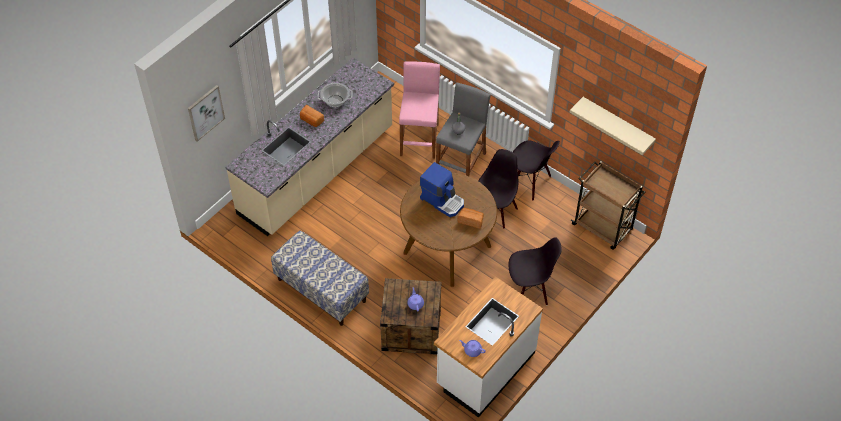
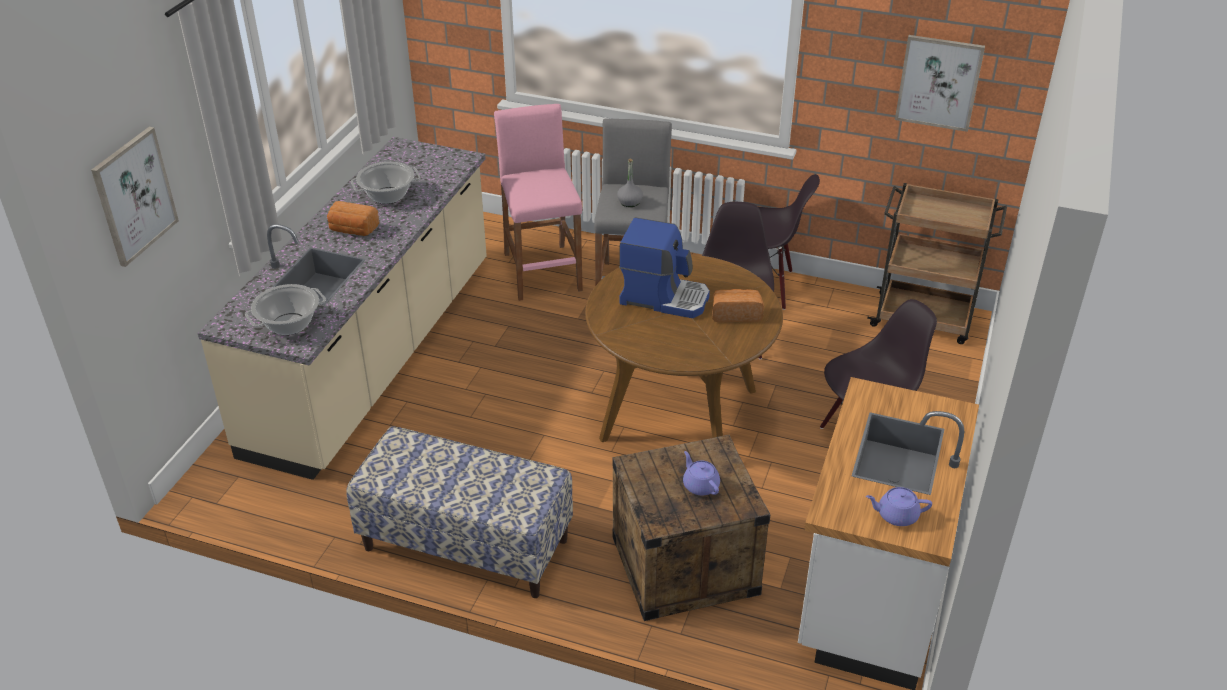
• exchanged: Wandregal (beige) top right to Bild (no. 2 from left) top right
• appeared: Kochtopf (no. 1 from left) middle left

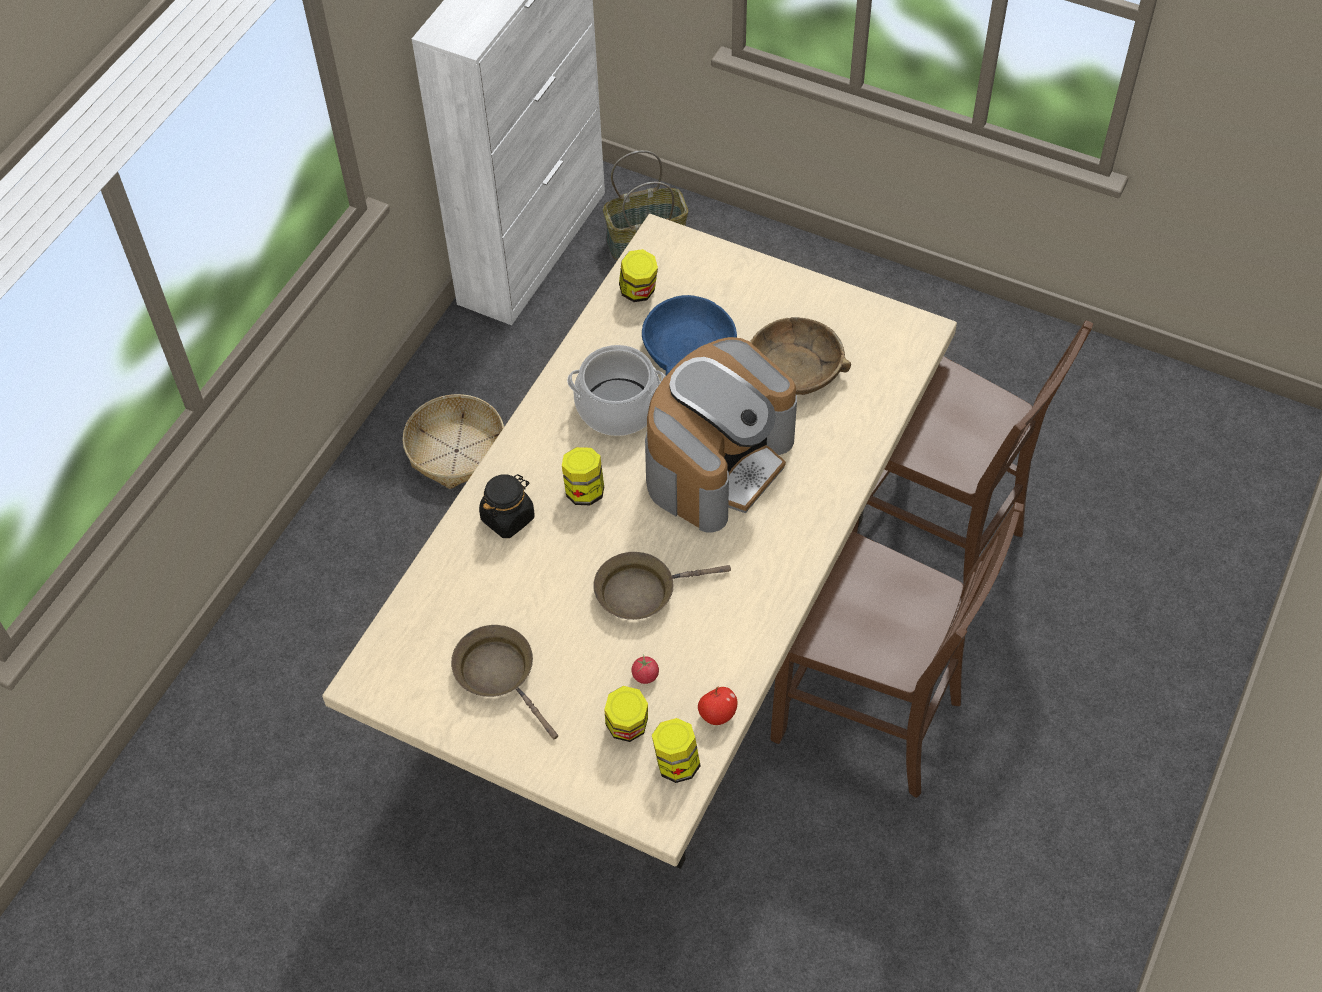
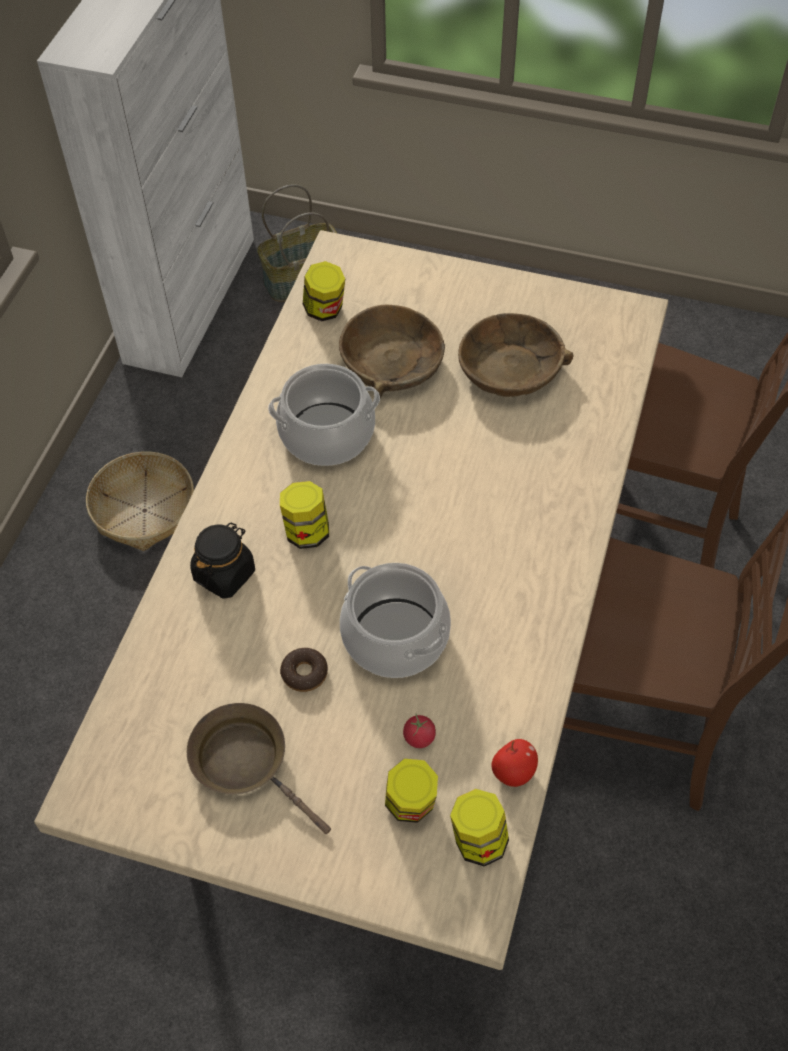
• colour: Schüssel (blau) centre to Schüssel (braun) (no. 1 from left) centre
• missing: Kaffeemaschine centre
• exchanged: Pfanne (braun) (no. 2 from left) centre to Kochtopf (no. 2 from left) centre
• appeared: Donut centre

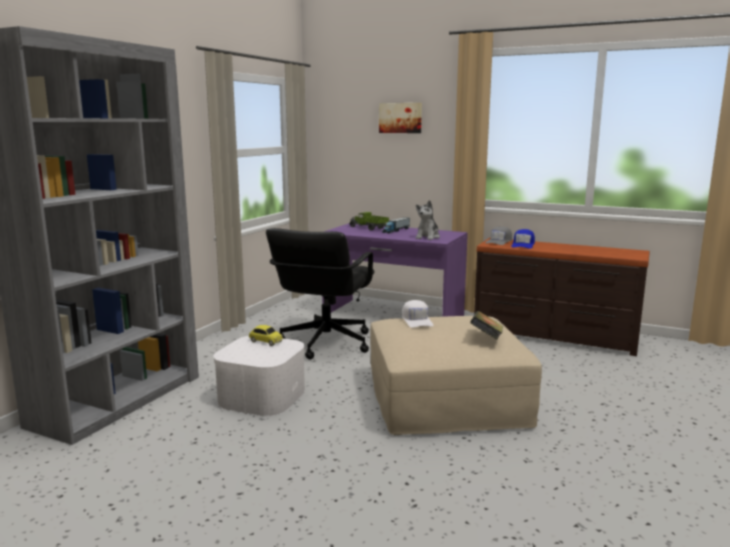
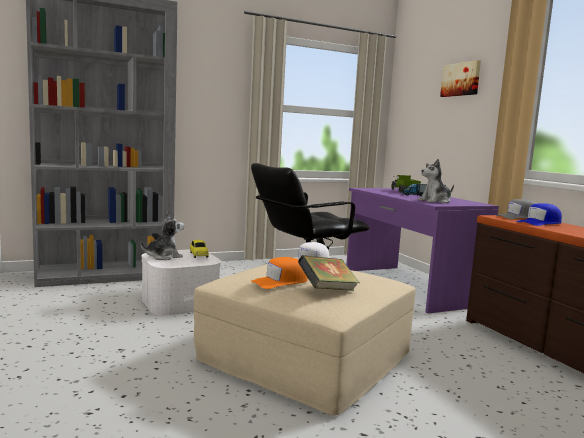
• appeared: Plüschtier (no. 1 from left) middle left
• appeared: Kappe (orange) centre

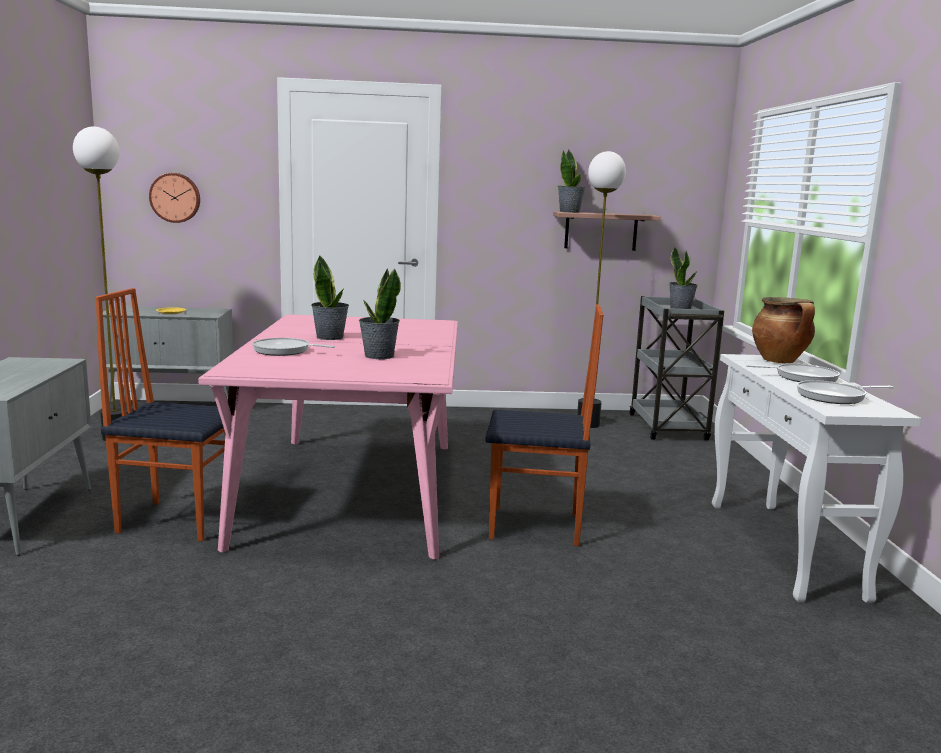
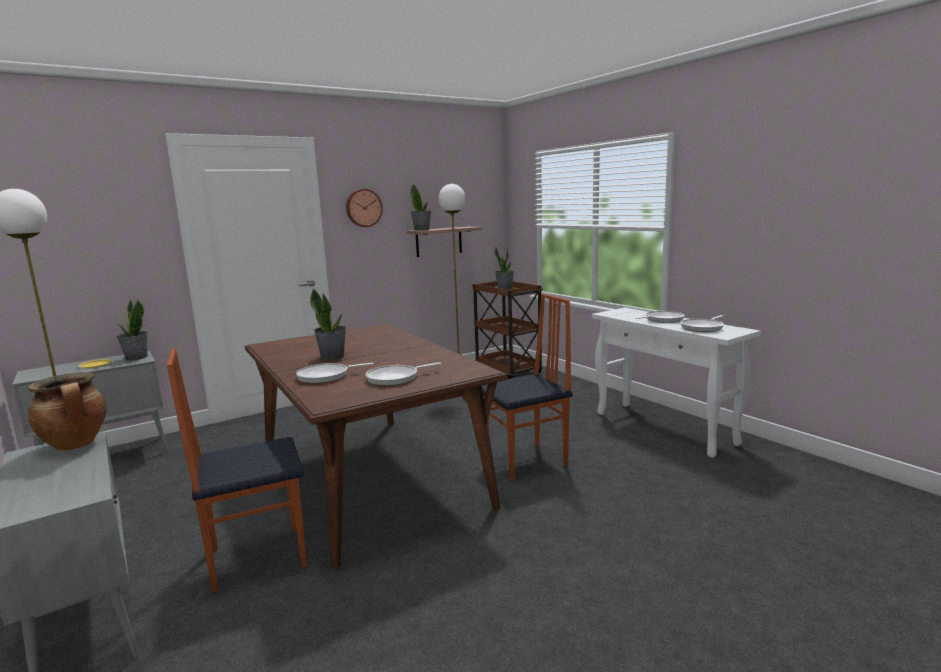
• relocated: Wanduhr top left to top centre
• relocated: Topfpflanze (no. 2 from left in the first image) centre to Topfpflanze (no. 1 from left) middle left
• colour: Rollwagen (grau) middle right to Rollwagen (braun) centre
• relocated: Kochtopf middle right to middle left
• colour: Esstisch (rosa) centre to Esstisch (braun) centre
• appeared: Pfanne (no. 2 from left) centre

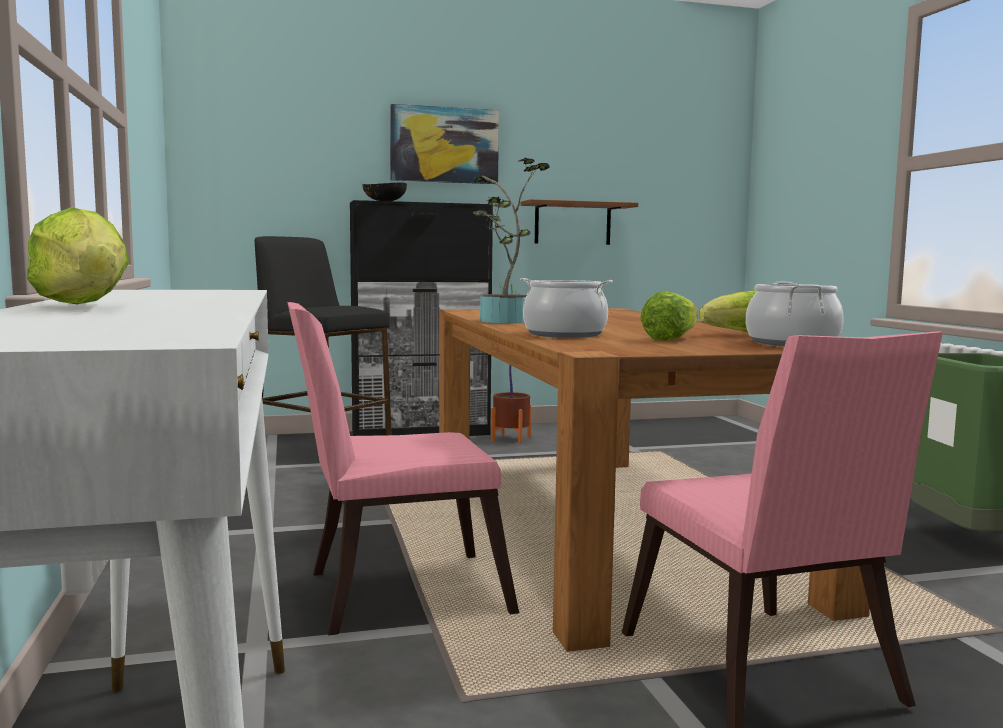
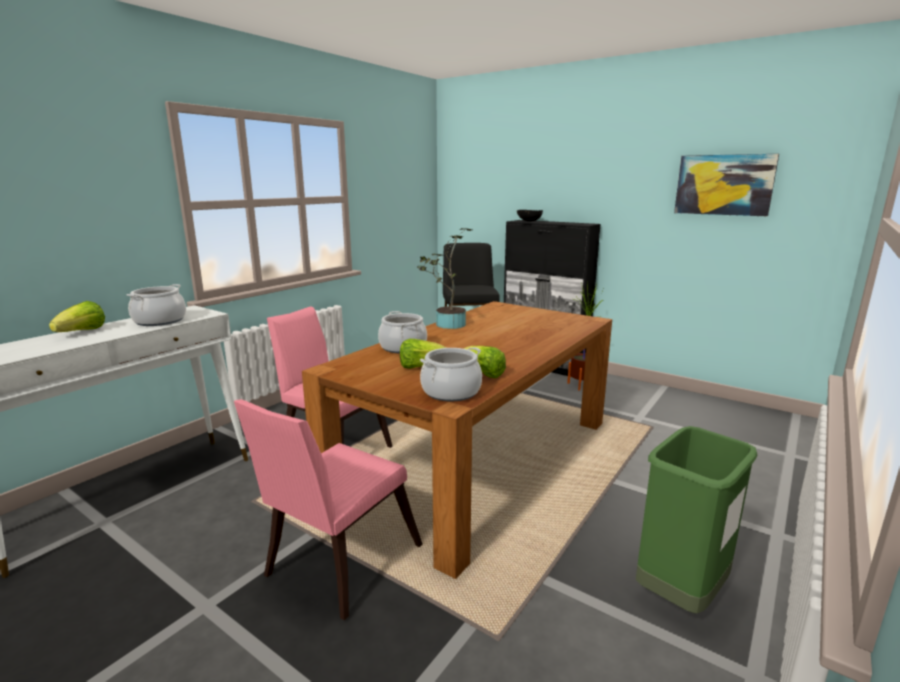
• relocated: Bild top centre to top right
• missing: Wandregal (braun) top centre
• appeared: Kochtopf (no. 1 from left) middle left

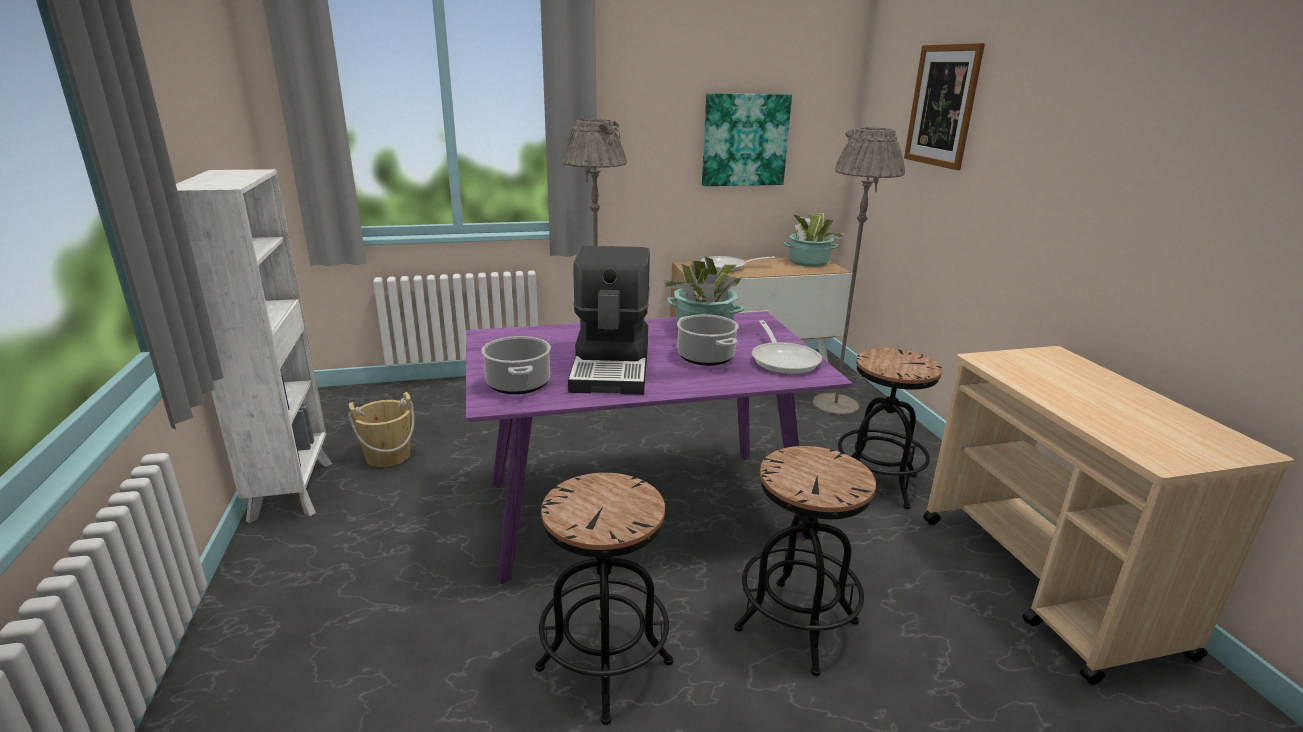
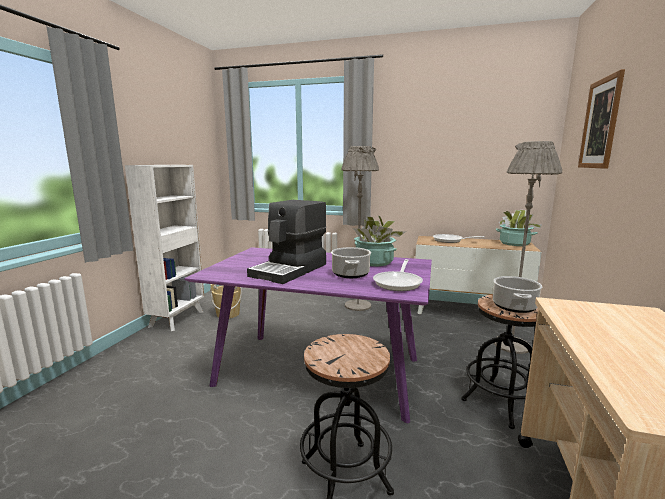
• missing: Bild (no. 1 from left) top centre
• relocated: Kochtopf (no. 1 from left in the first image) centre to Kochtopf (no. 2 from left) middle right
• missing: Hocker (schwarz) (no. 1 from left) bottom centre

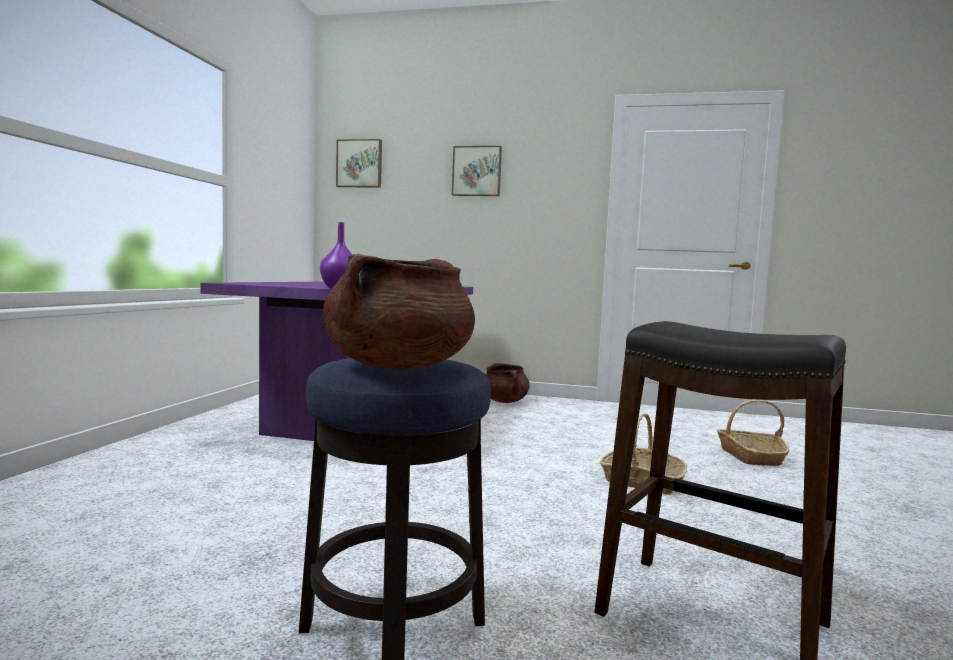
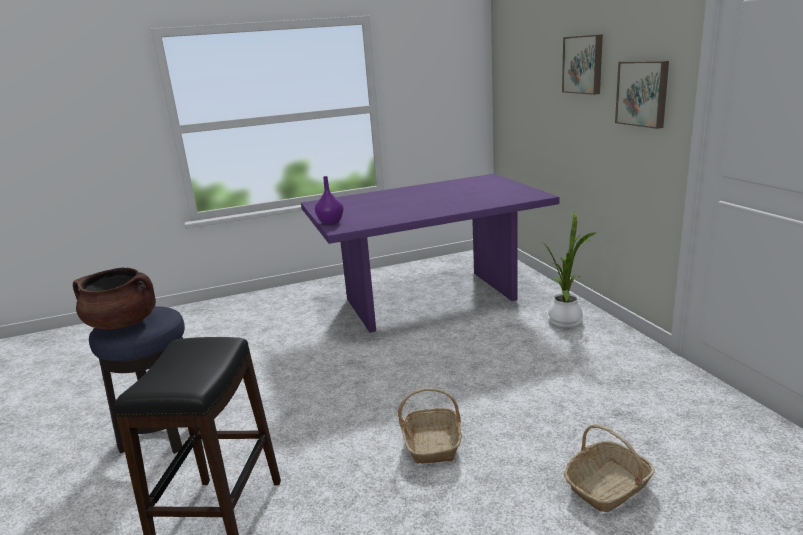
• relocated: Bild (no. 1 from left in the first image) top centre to Bild (no. 2 from left) top right
• exchanged: Kochtopf (braun) (no. 2 from left) centre to Topfpflanze middle right

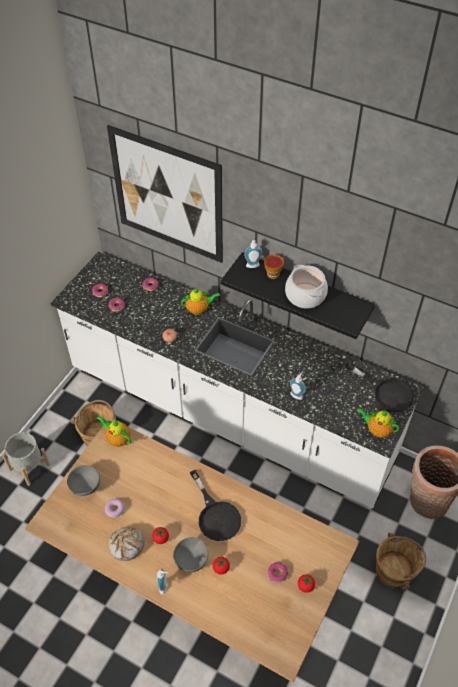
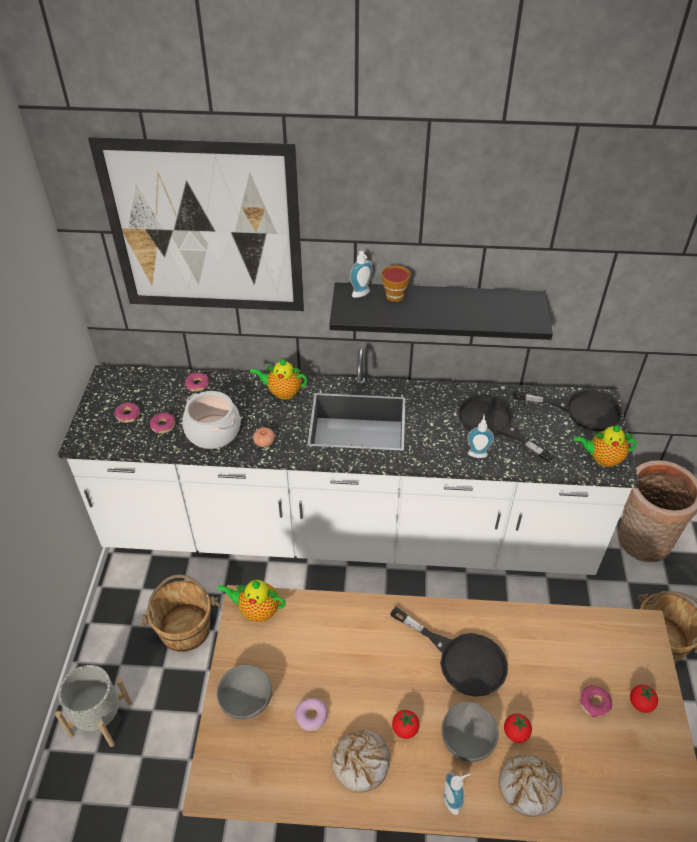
• relocated: Kochtopf middle right to middle left
• spun: Teekanne (no. 2 from left) centre = centre 135 degrees counterclockwise
• appeared: Pfanne (schwarz) (no. 2 from left) middle right
• appeared: Brot (no. 2 from left) bottom right

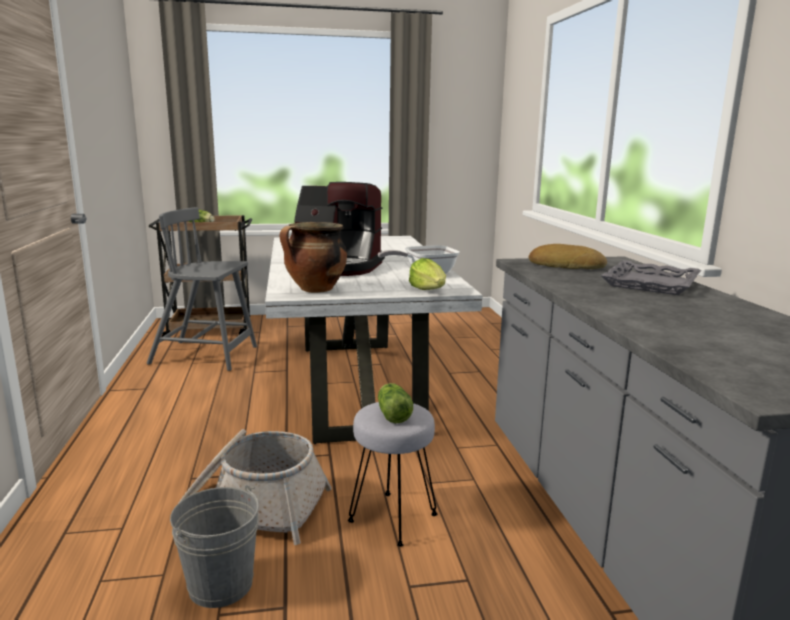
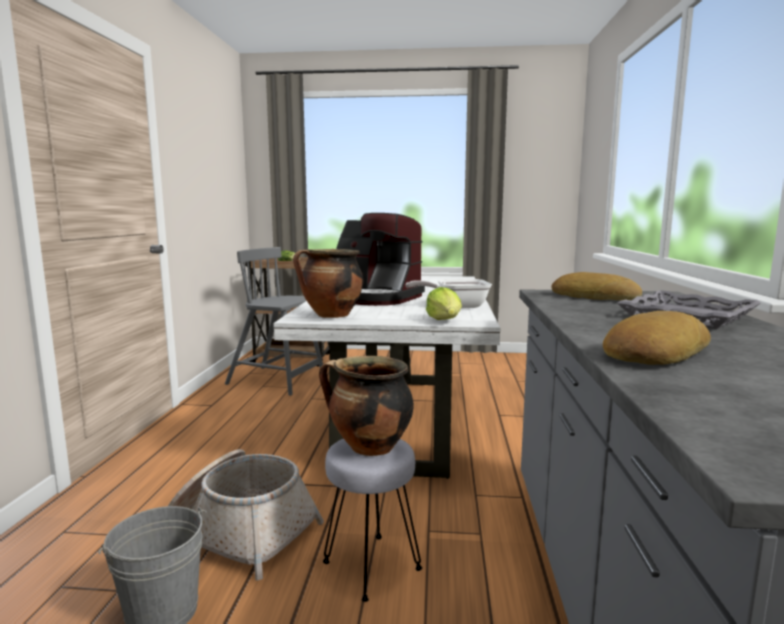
• exchanged: Salatkopf (no. 2 from left) centre to Kochtopf (no. 2 from left) centre
• appeared: Brot (no. 2 from left) middle right

